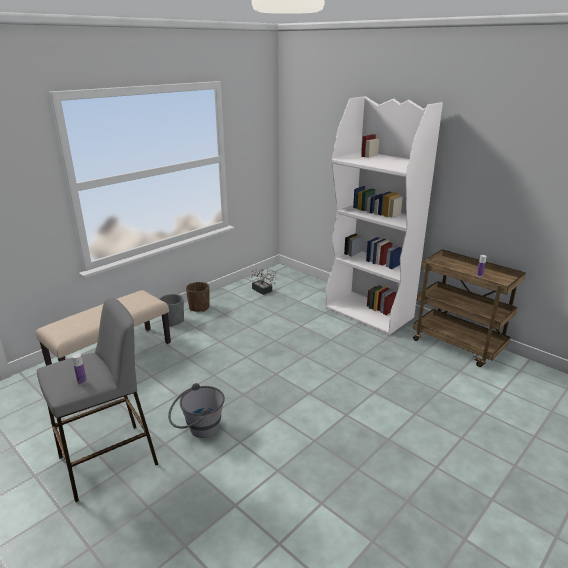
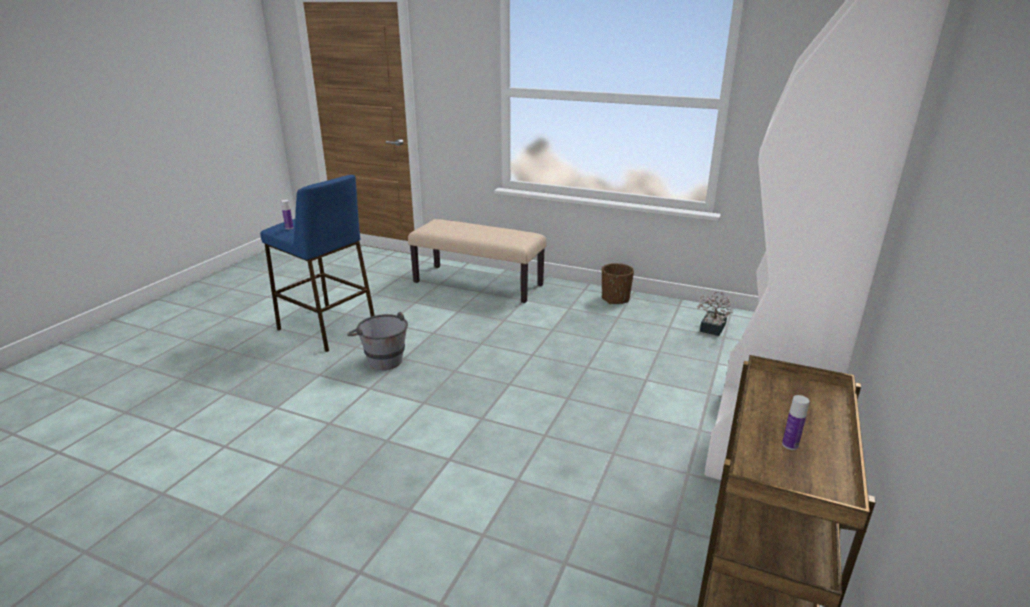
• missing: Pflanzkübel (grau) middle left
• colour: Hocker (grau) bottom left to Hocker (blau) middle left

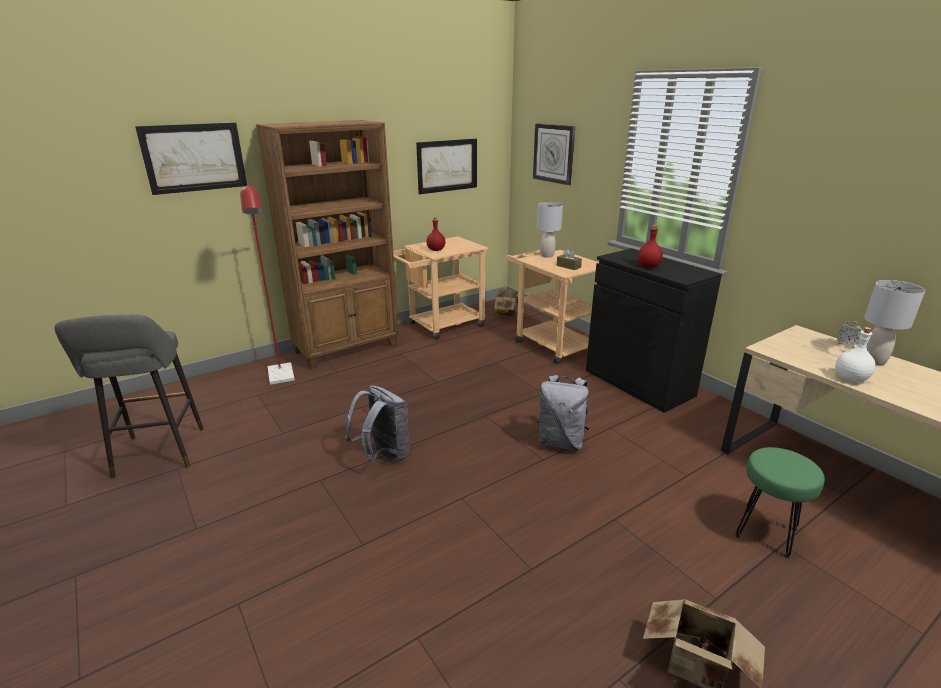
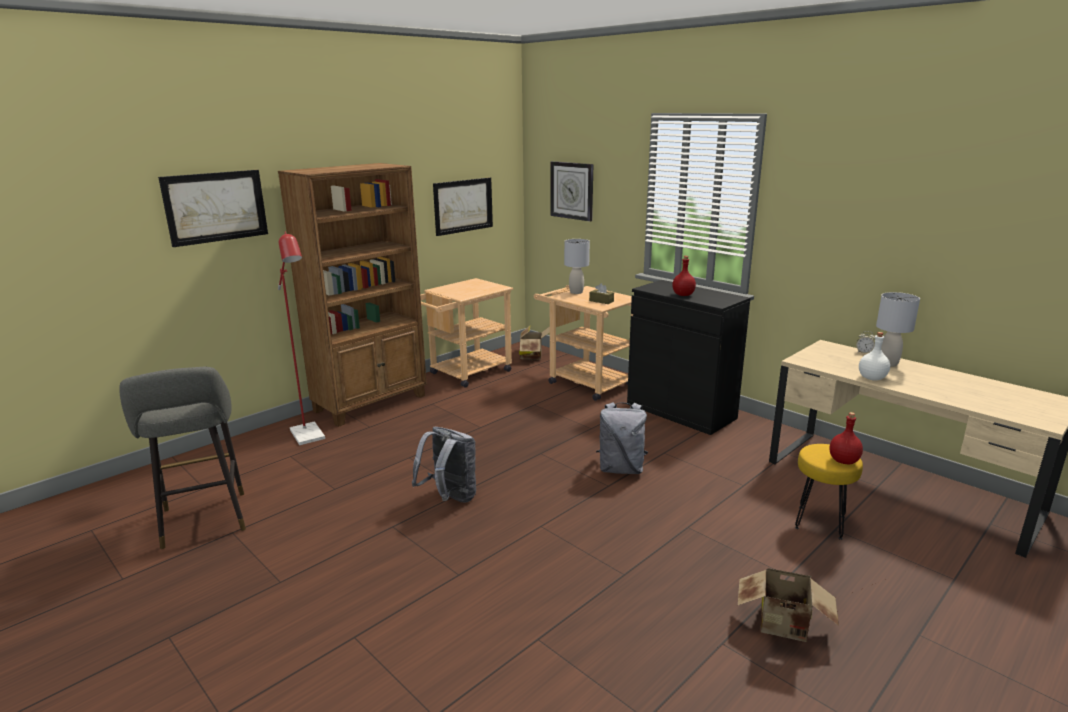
• relocated: Flasche (rot) (no. 1 from left in the first image) centre to Flasche (rot) (no. 2 from left) middle right
• colour: Hocker (grün) bottom right to Hocker (gelb) bottom right

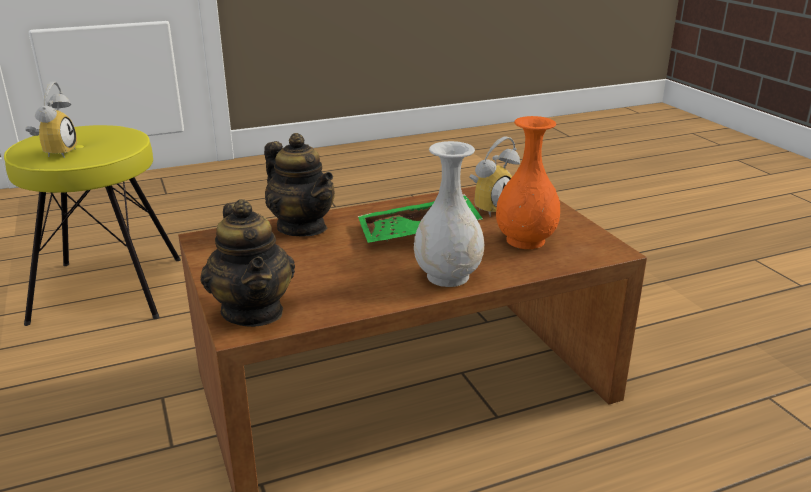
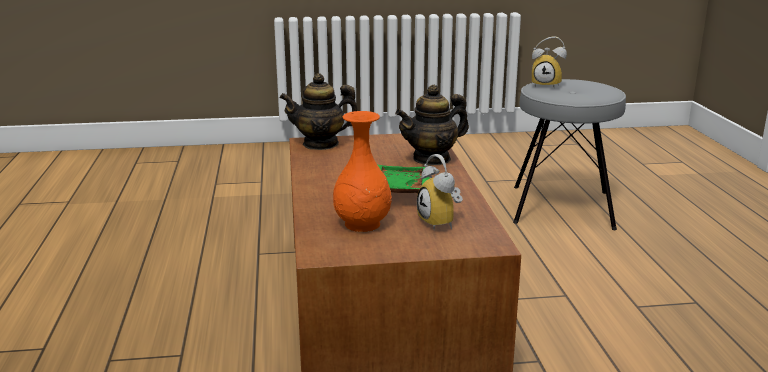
• colour: Hocker (gelb) middle left to Hocker (grau) middle right
• missing: Vase (weiß) centre

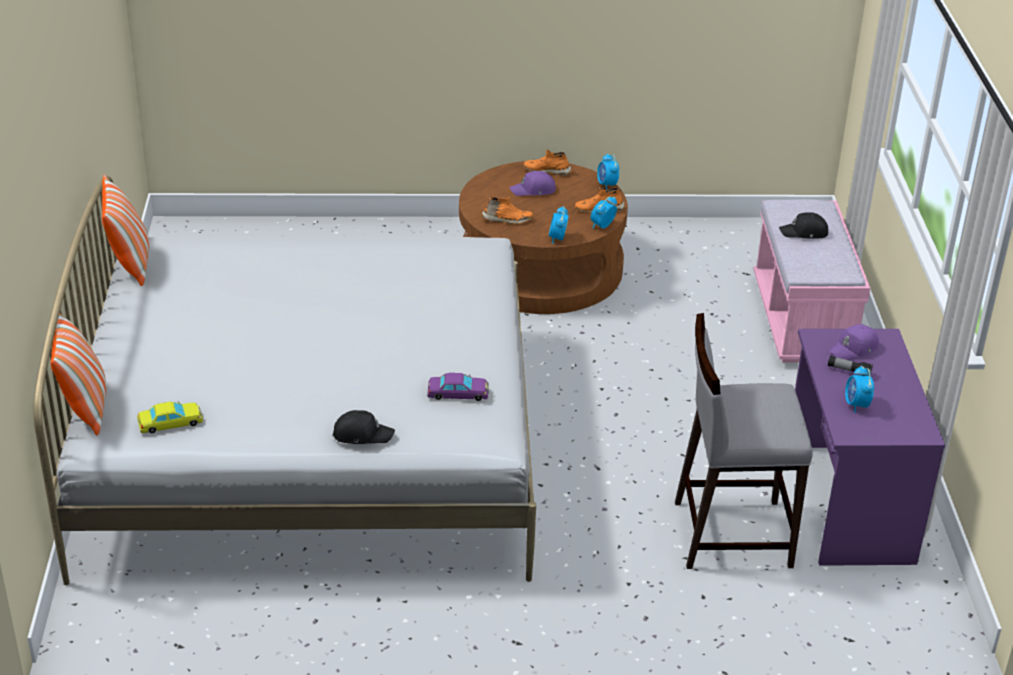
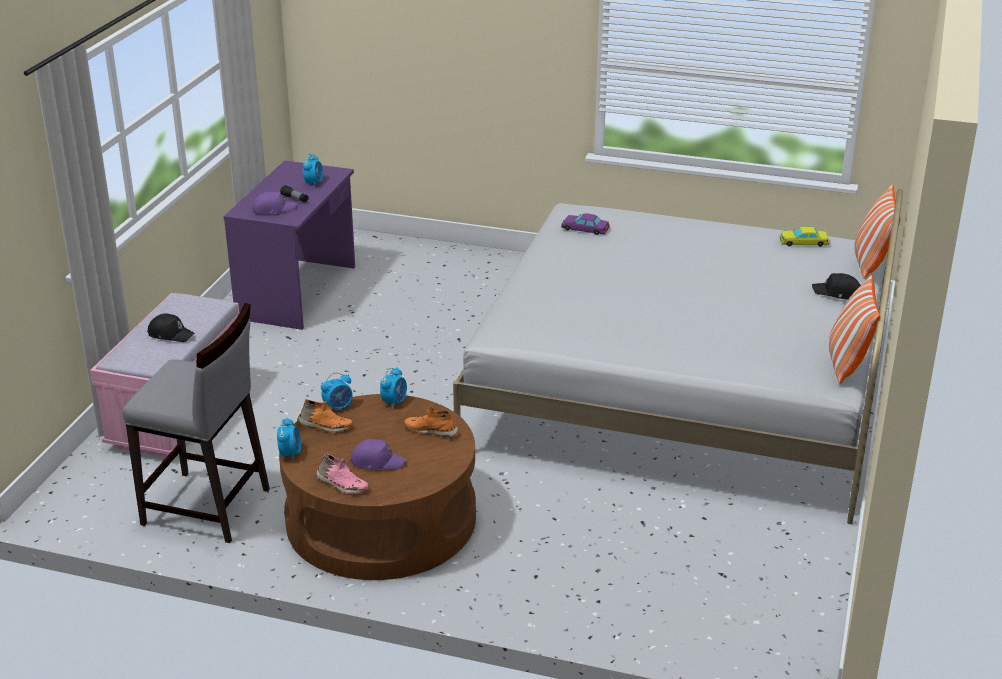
• colour: Schuh (orange) (no. 2 from left) top centre to Schuh (rosa) bottom centre
• relocated: Hocker (grau) middle right to middle left
• relocated: Kappe (schwarz) (no. 1 from left in the first image) centre to Kappe (schwarz) (no. 2 from left) middle right

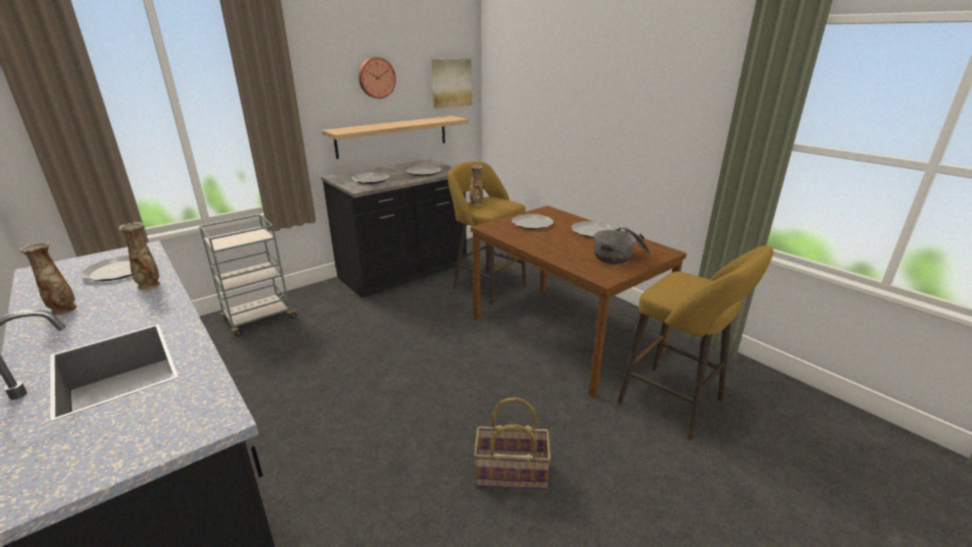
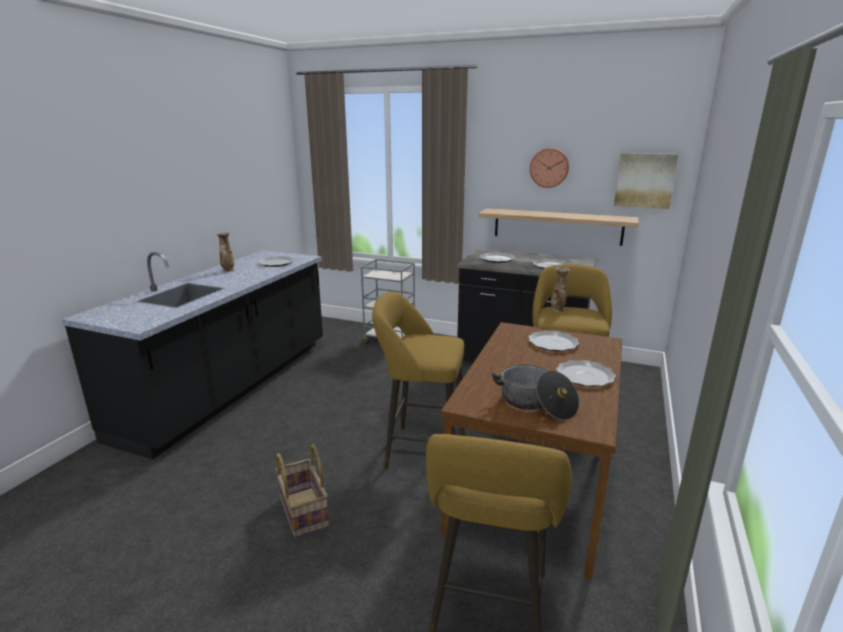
• missing: Vase (no. 2 from left) middle left
• appeared: Hocker (gelb) (no. 1 from left) centre

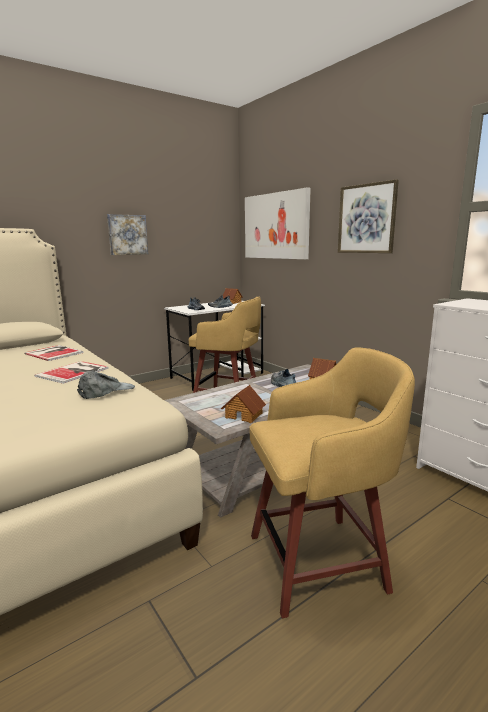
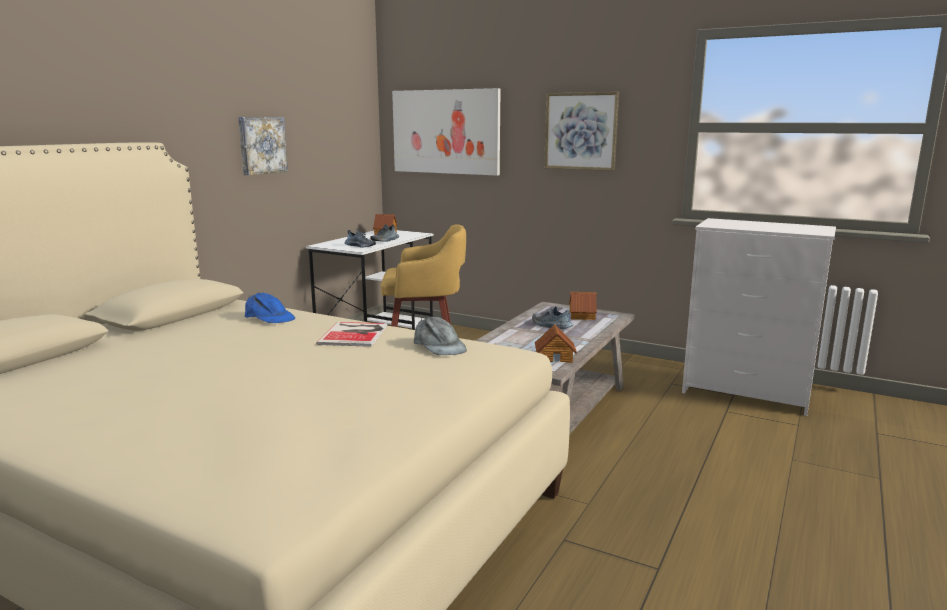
• exchanged: Buch (no. 1 from left) middle left to Kappe (blau) middle left
• missing: Hocker (gelb) (no. 2 from left) bottom right
• spun: Kappe (grau) middle left = centre 120 degrees clockwise

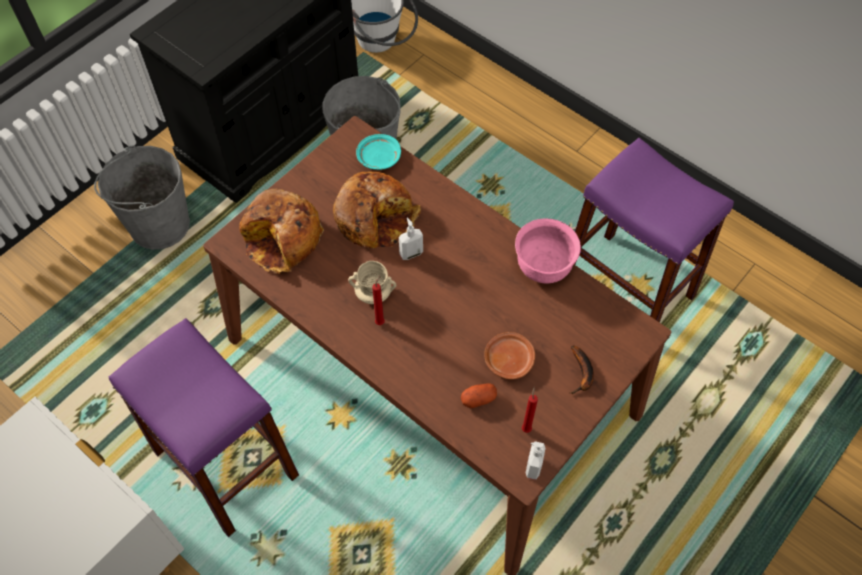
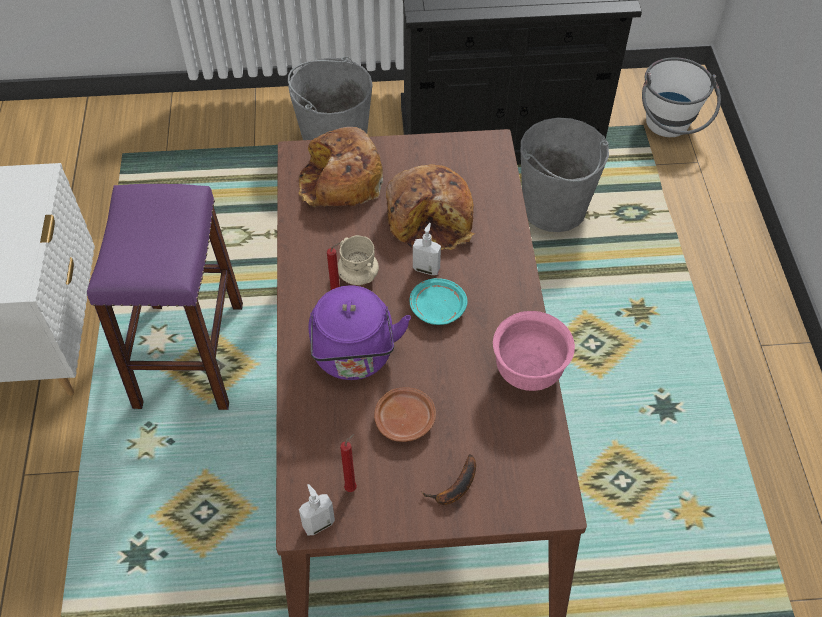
• relocated: Teller (türkis) top centre to centre
• missing: Hocker (lila) (no. 2 from left) middle right
• missing: Kartoffel bottom centre
• appeared: Wasserkessel (lila) centre

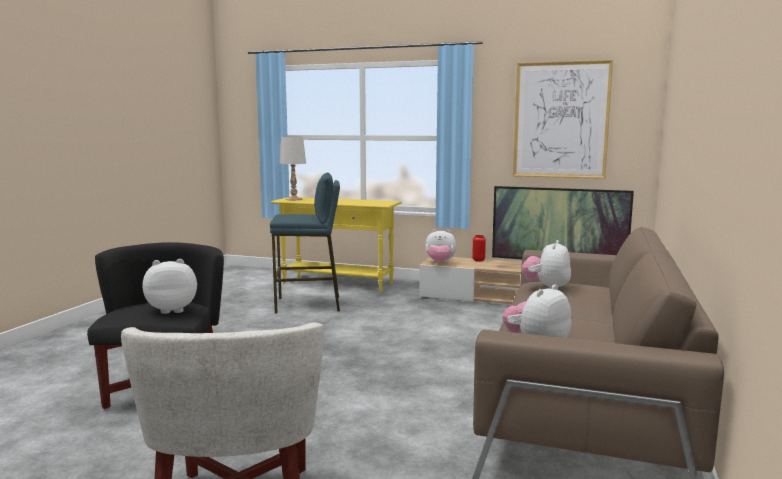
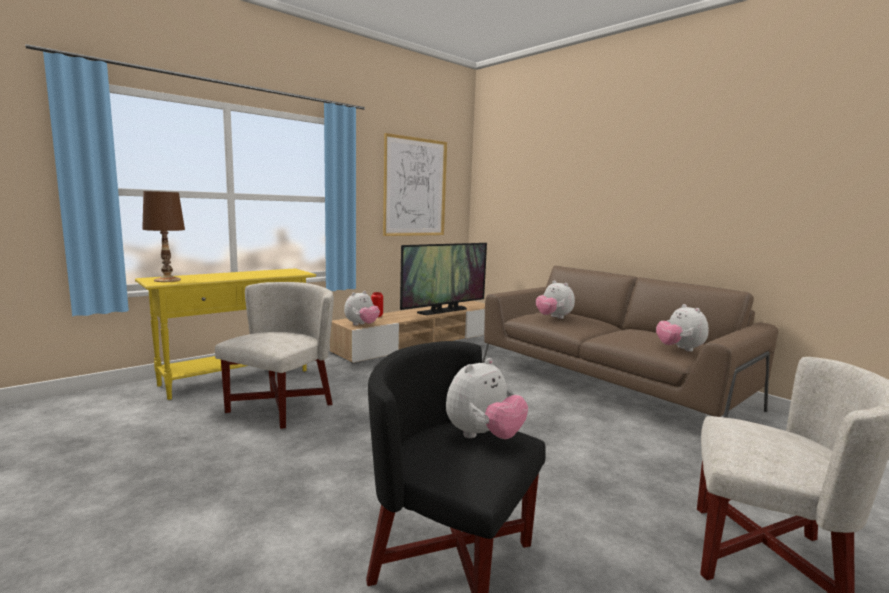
• colour: Tischlampe (weiß) centre to Tischlampe (braun) middle left
• exchanged: Hocker (blau) centre to Sessel (weiß) (no. 1 from left) middle left
• spun: Plüschtier (no. 1 from left in the first image) middle left = bottom centre 150 degrees counterclockwise

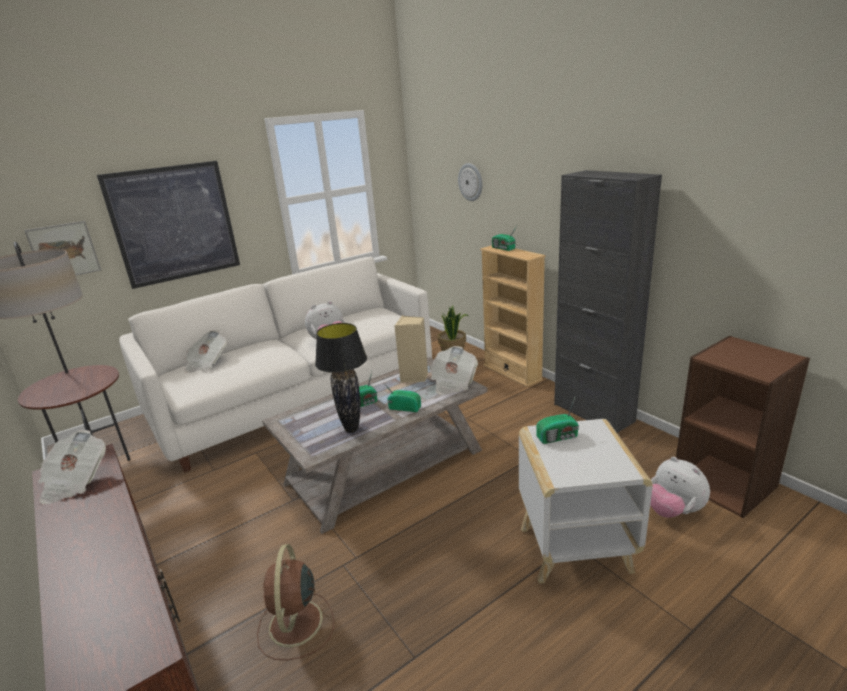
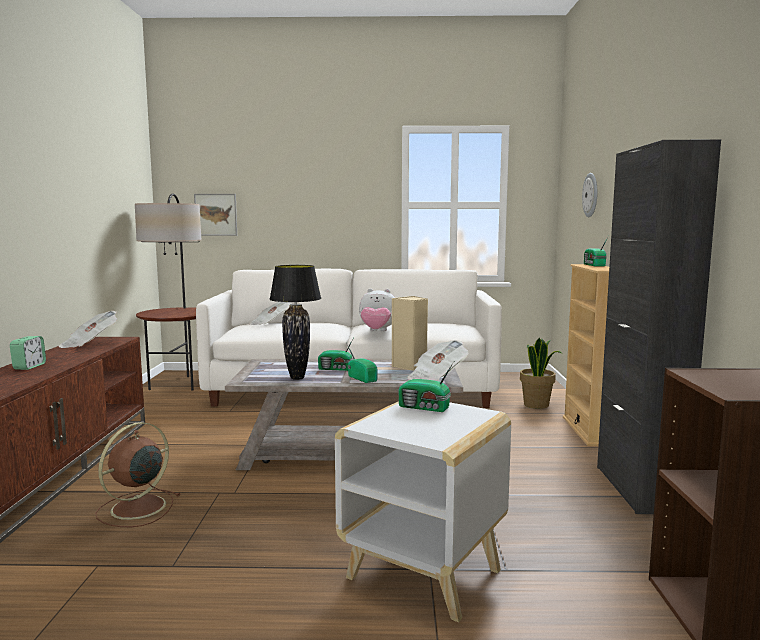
• missing: Bild (no. 2 from left) top left
• missing: Plüschtier (no. 2 from left) bottom right
• appeared: Wecker middle left

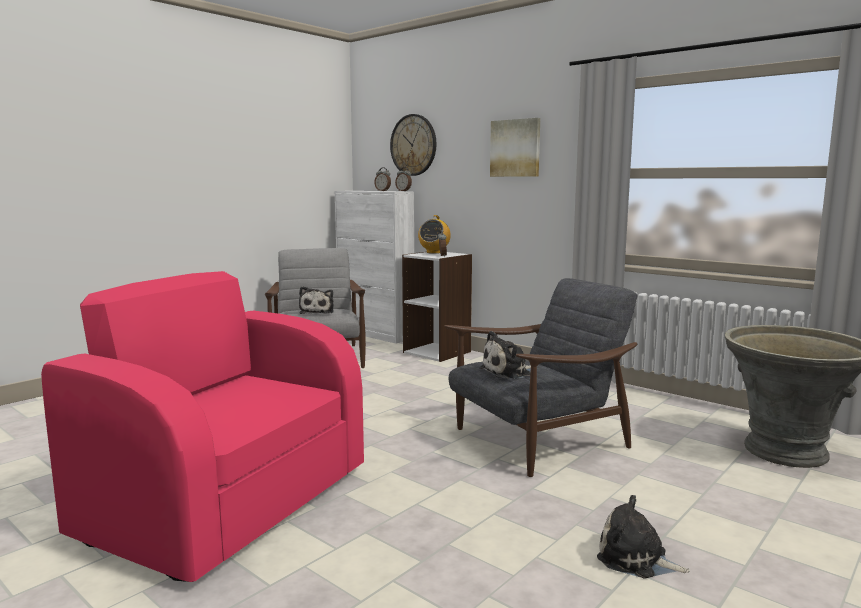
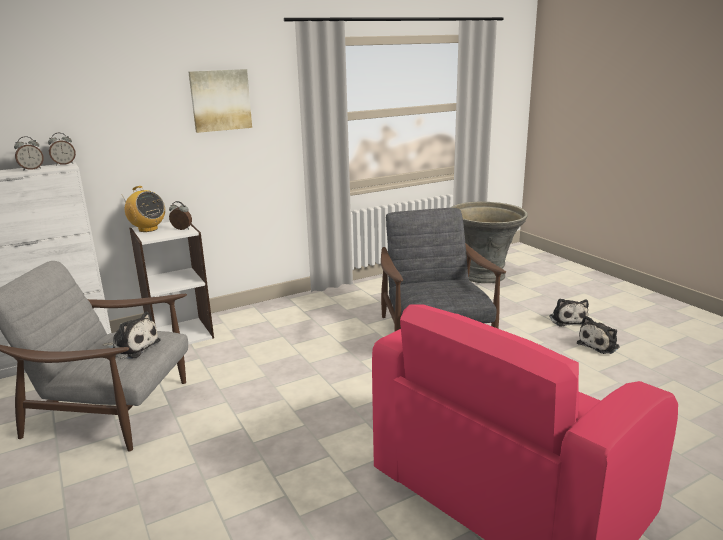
• missing: Wanduhr top centre
• relocated: Plüschtier (no. 2 from left) centre to middle right

